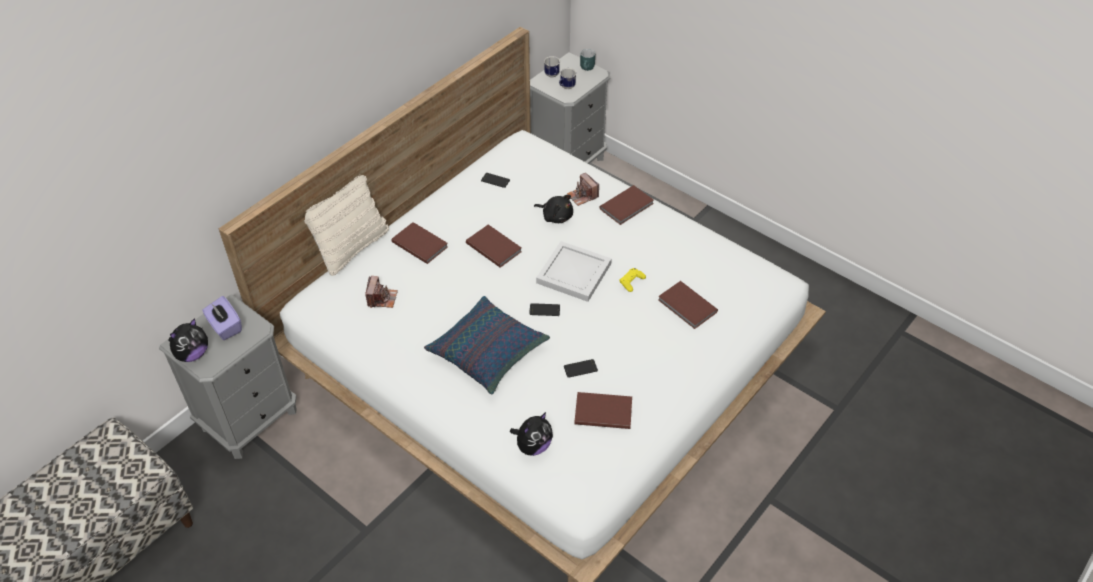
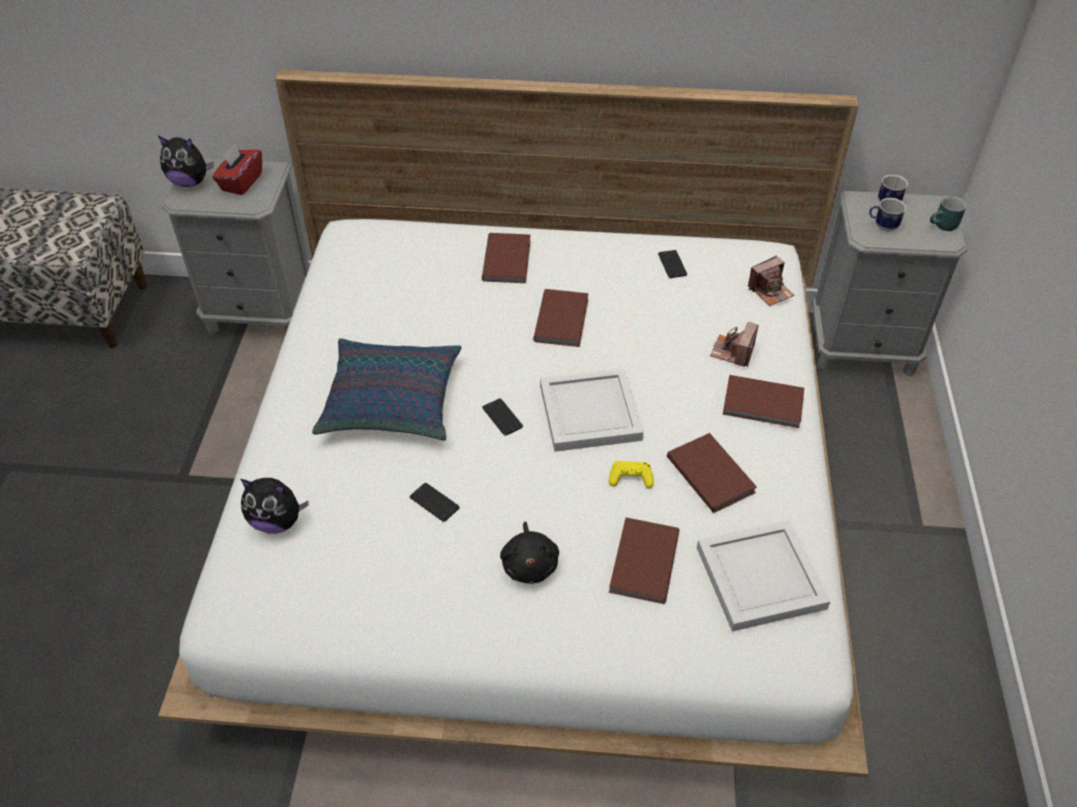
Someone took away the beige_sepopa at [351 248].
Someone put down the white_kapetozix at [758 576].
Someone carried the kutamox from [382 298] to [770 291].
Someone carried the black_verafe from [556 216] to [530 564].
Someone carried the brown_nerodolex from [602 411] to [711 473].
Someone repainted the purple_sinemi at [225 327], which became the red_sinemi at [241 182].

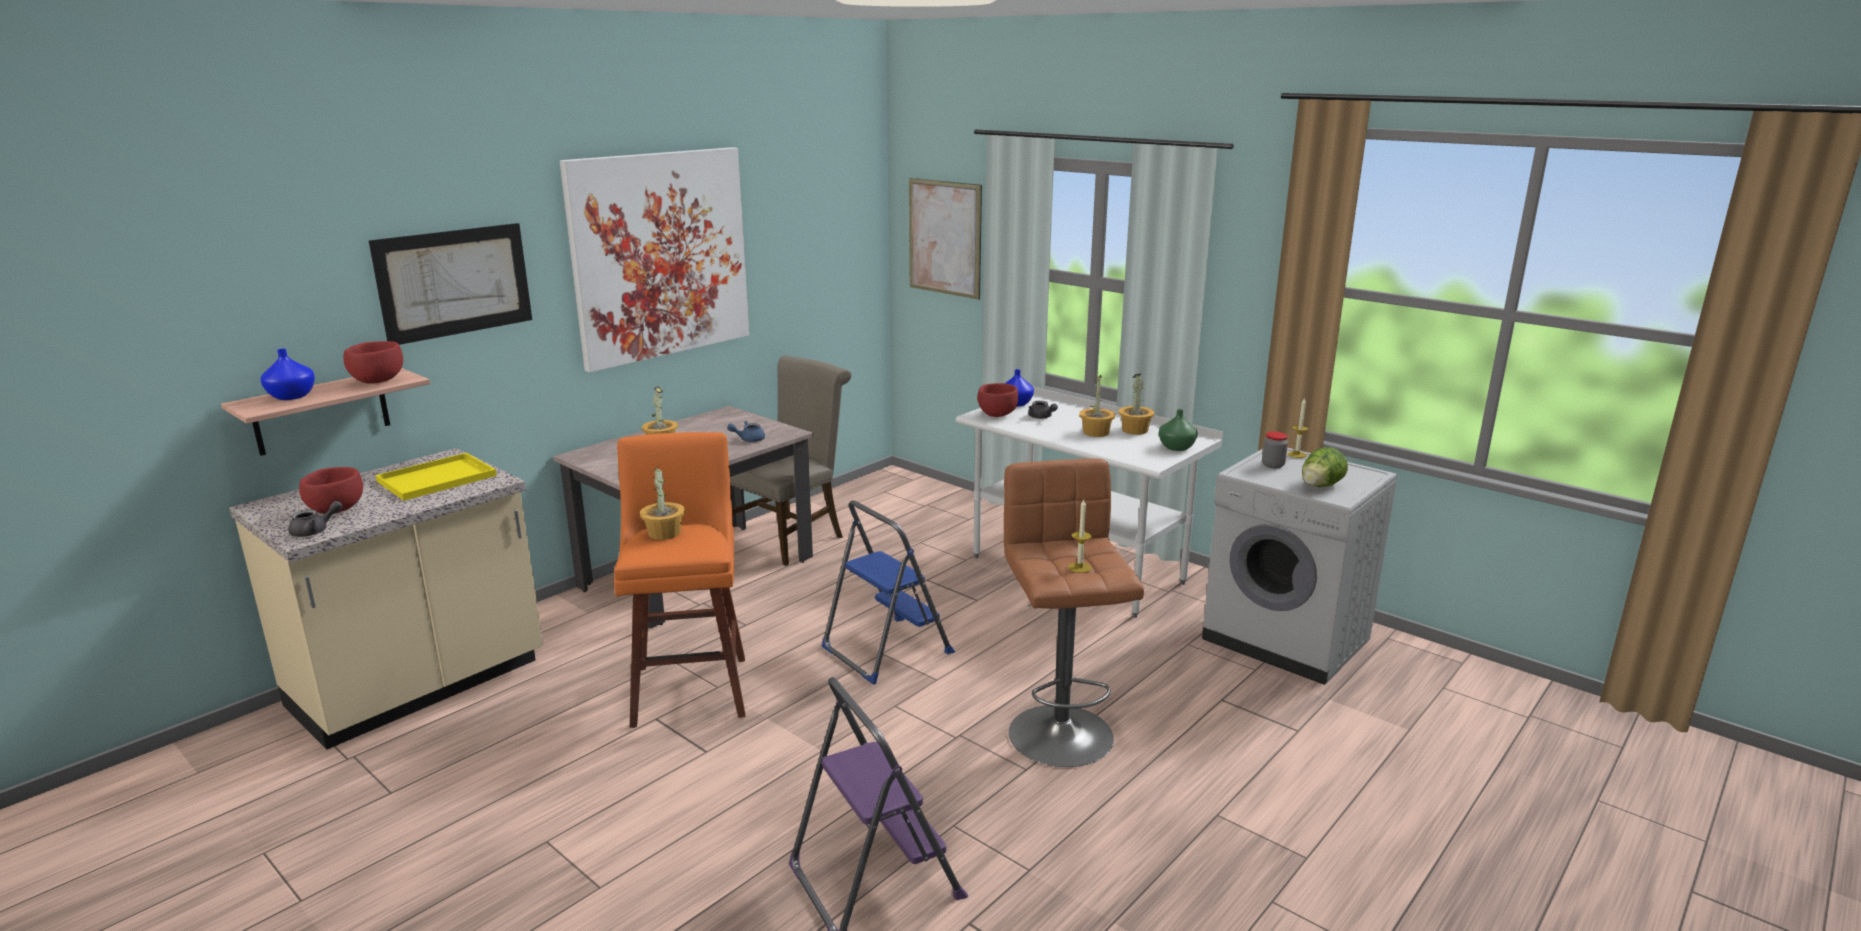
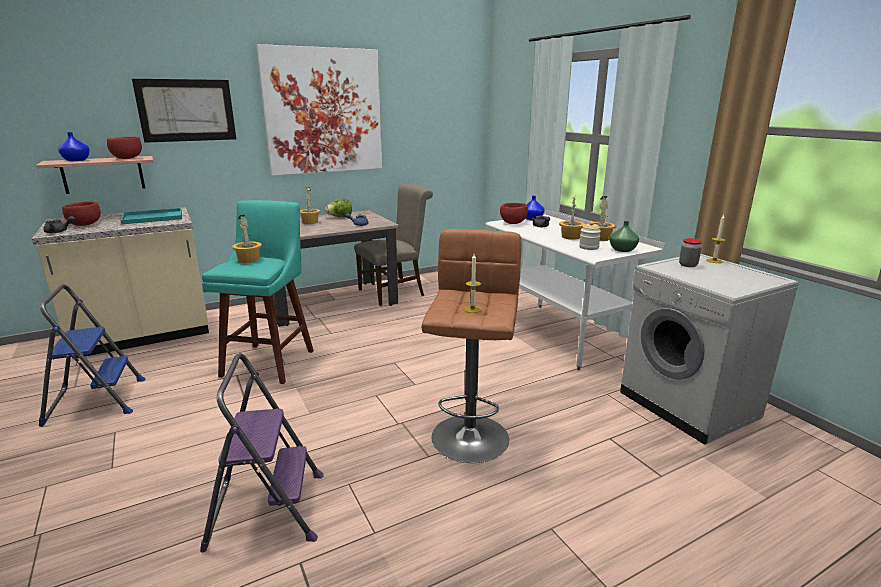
Someone took away the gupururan at [944 238].
Someone put down the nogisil at [589 247].
Someone carried the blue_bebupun from [882 650] to [91 401].
Someone carried the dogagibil from [1320 487] to [340 217].
Someone repainted the yellow_kapetozix at [438 478], which became the turquoise_kapetozix at [154 217].
Someone repainted the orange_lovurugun at [691 689], which became the turquoise_lovurugun at [270 362].

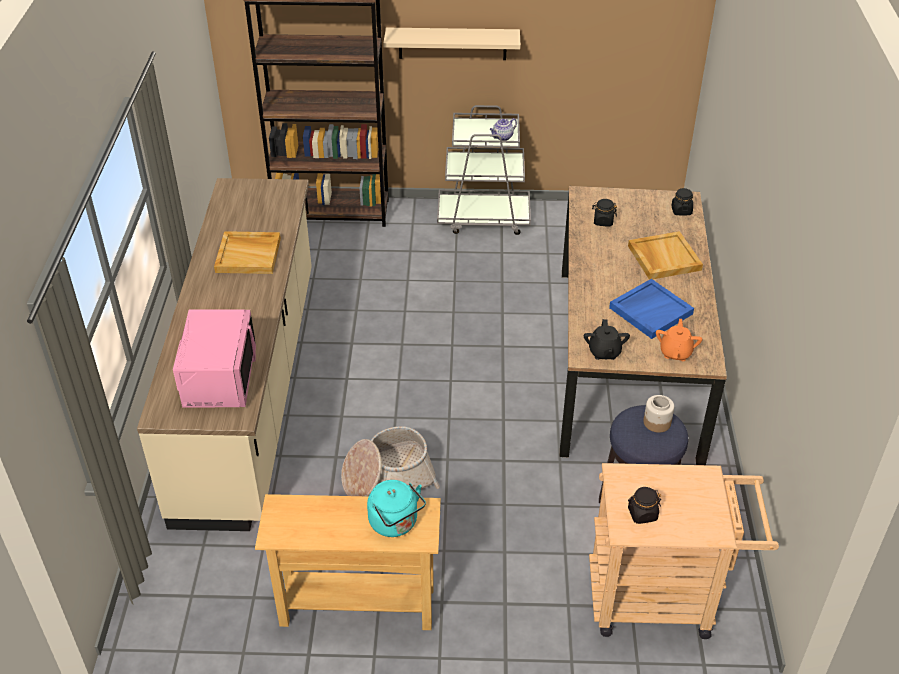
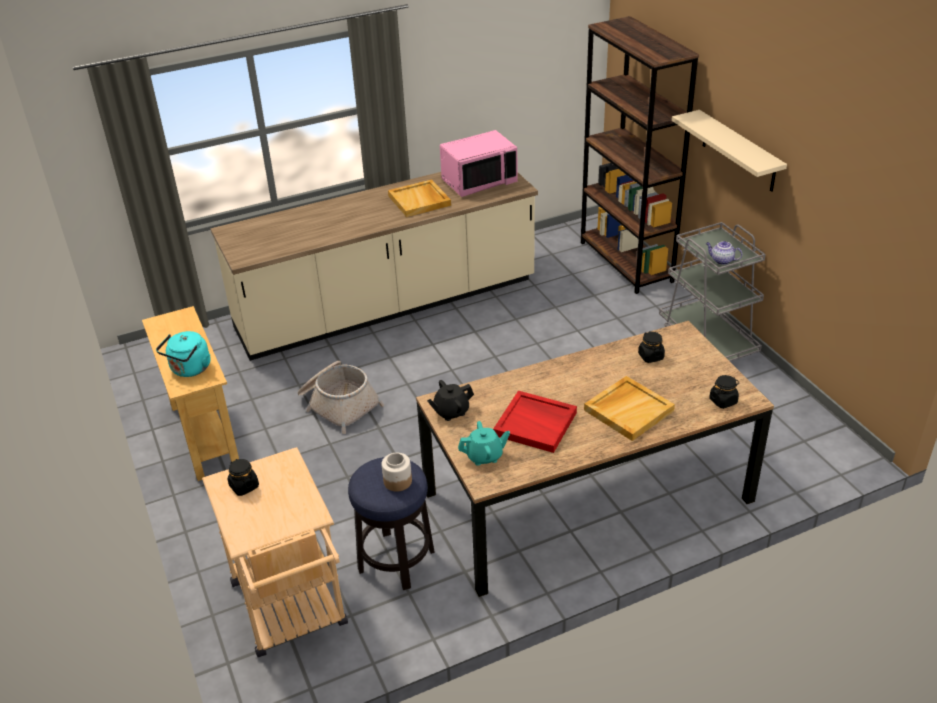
Someone carried the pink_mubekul from [218 378] to [479 181].
Someone repainted the blue_kapetozix at [650 310], which became the red_kapetozix at [536 423].
Someone repainted the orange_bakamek at [675 352], which became the turquoise_bakamek at [484 456].

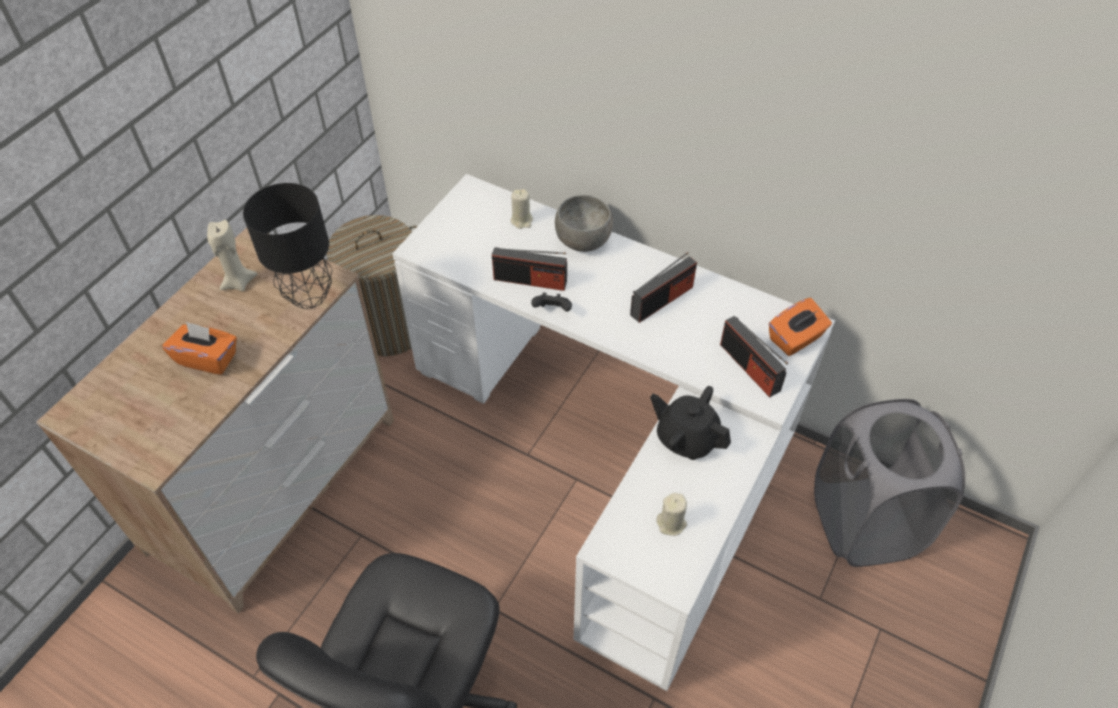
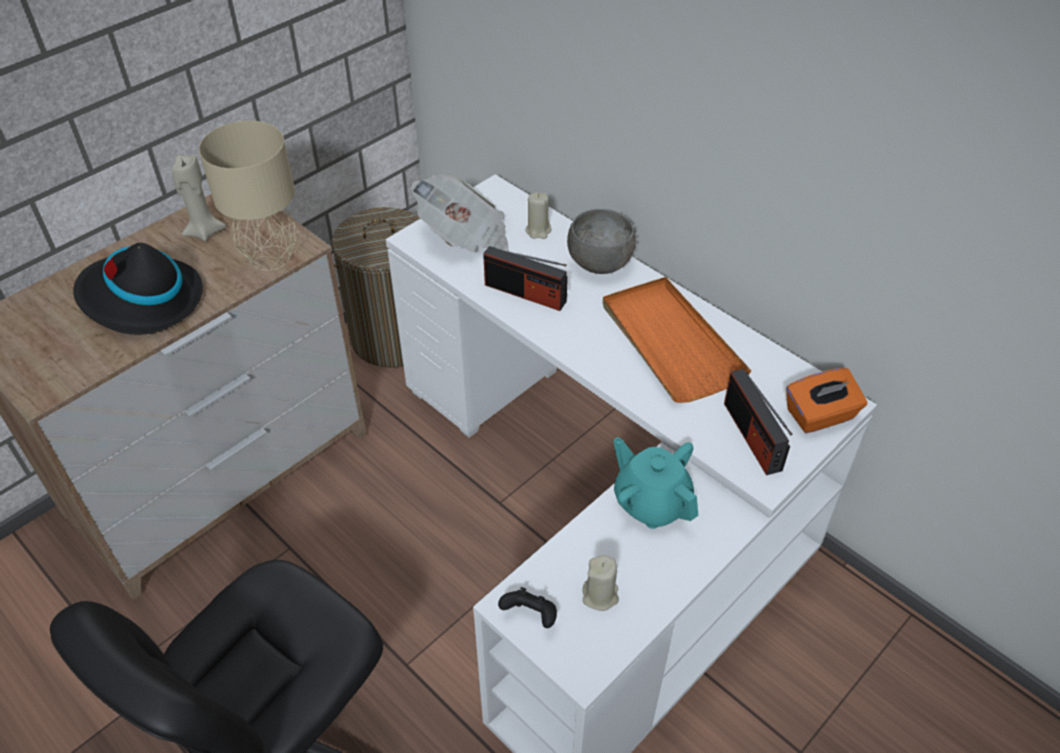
Someone took away the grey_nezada at [863 522].
Someone put down the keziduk at [465 236].
Someone carried the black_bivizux from [552 310] to [530 616].
Someone swapped the orange_sinemi at [208 358] for the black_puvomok at [141 300].
Someone swapped the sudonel at [662 300] for the orange_kapetozix at [670 342].
Someone repainted the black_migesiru at [310 295], which became the beige_migesiru at [272 257].
Someone repainted the black_bakamek at [686 438], which became the turquoise_bakamek at [651 502].

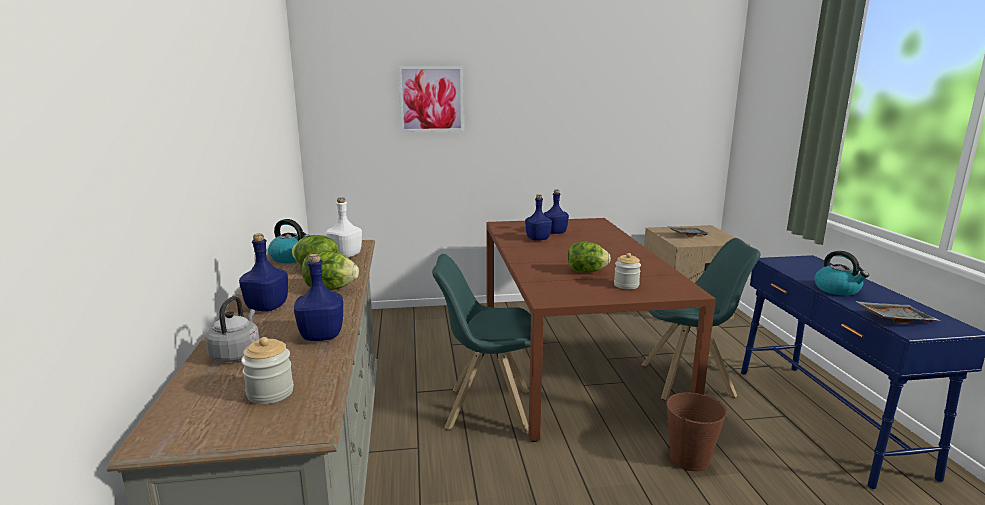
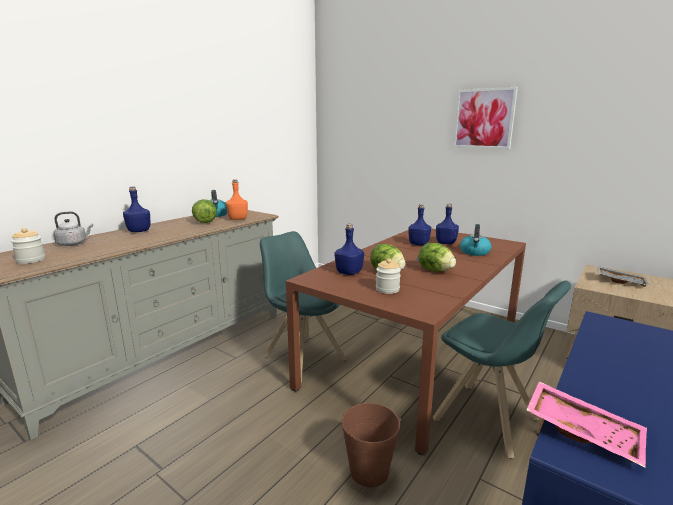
Someone carried the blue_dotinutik from [321 335] to [349 272].
Someone carried the dogagibil from [330 289] to [435 270].
Someone carried the gupururan from [431 99] to [484 119].
Someone carried the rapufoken from [837 290] to [475 252].
Someone repainted the white_dotinutik at [345 255], which became the orange_dotinutik at [237 219].
Someone repainted the grey_kapetozix at [893 319], which became the pink_kapetozix at [583 430].

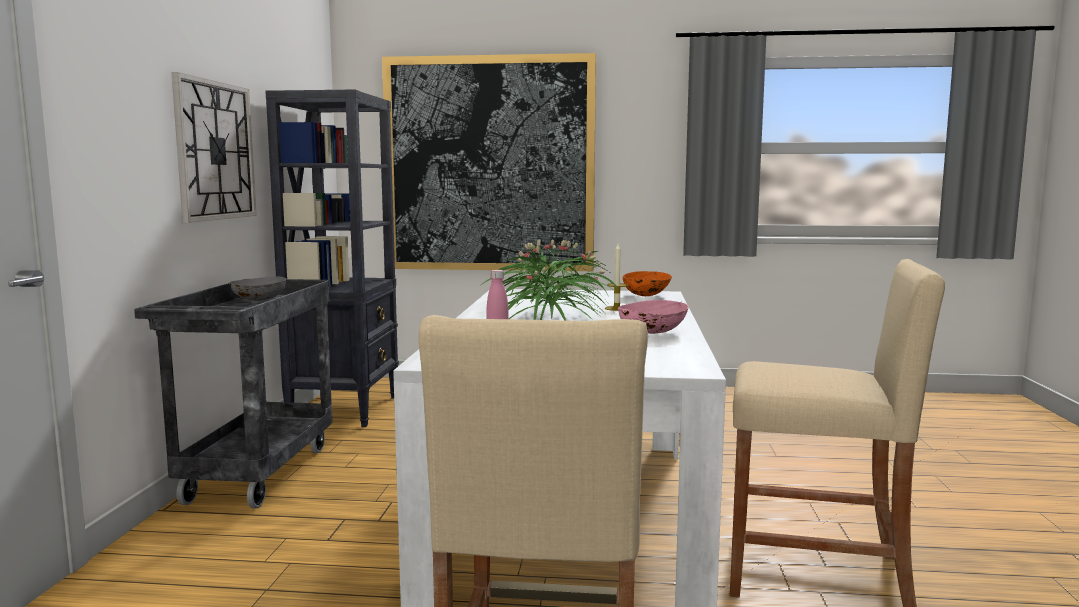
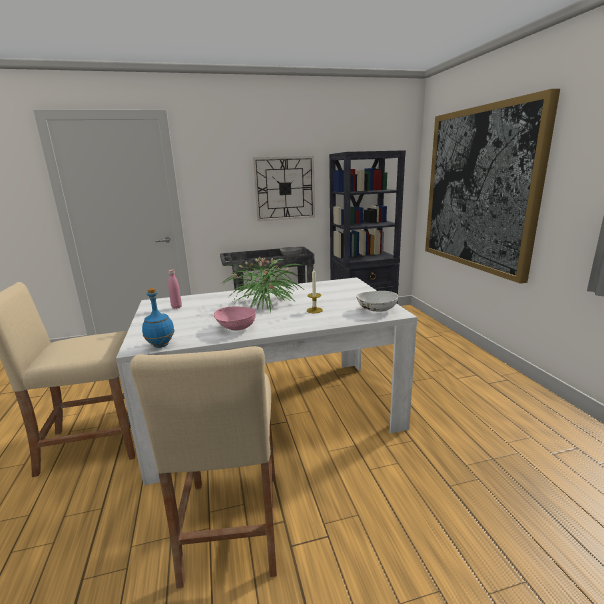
Someone put down the blue_dotinutik at [161 345].
Someone repainted the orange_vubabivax at [646 296], which became the white_vubabivax at [376 310].

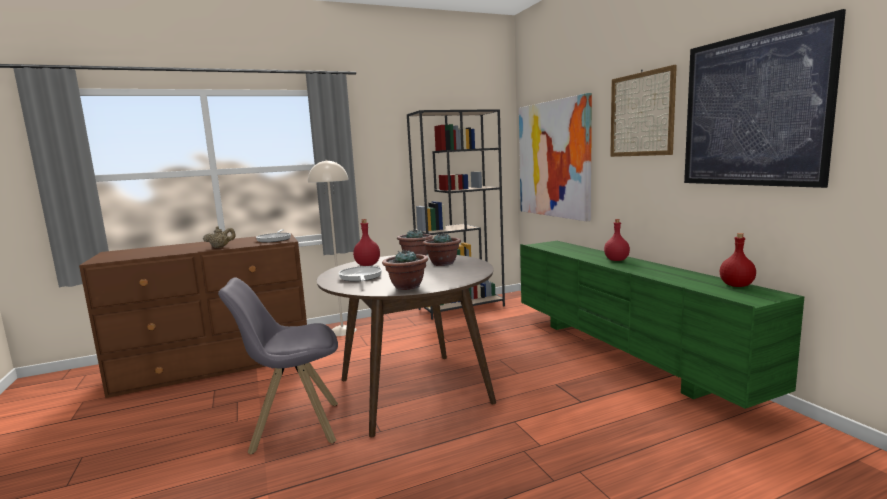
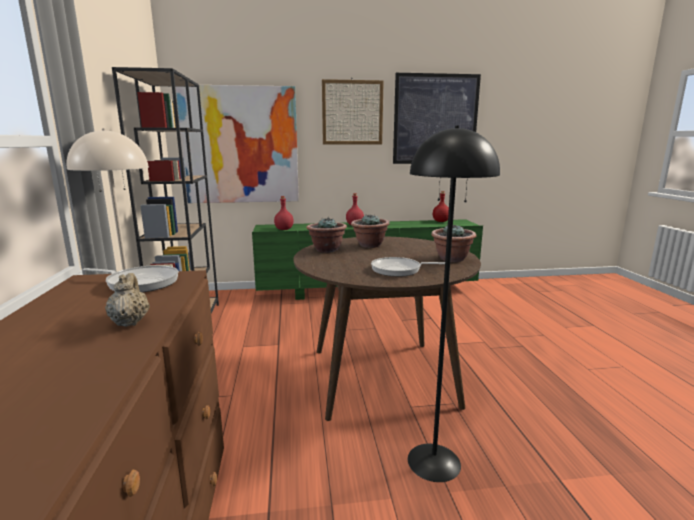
Someone carried the red_dotinutik from [368 265] to [284 229].
Someone swapped the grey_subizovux at [295 427] for the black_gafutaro at [433 462].

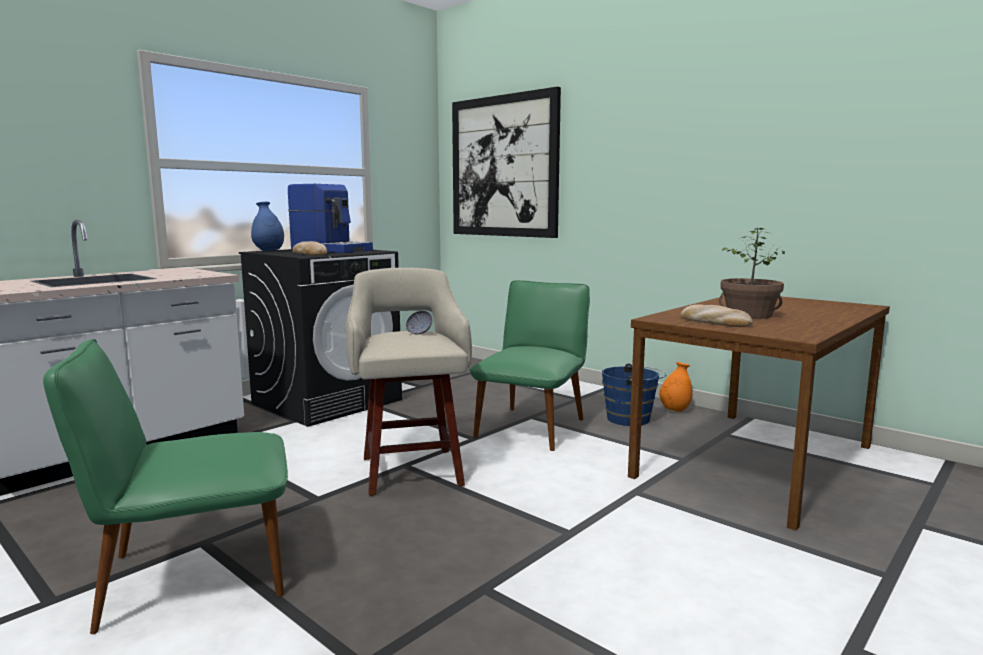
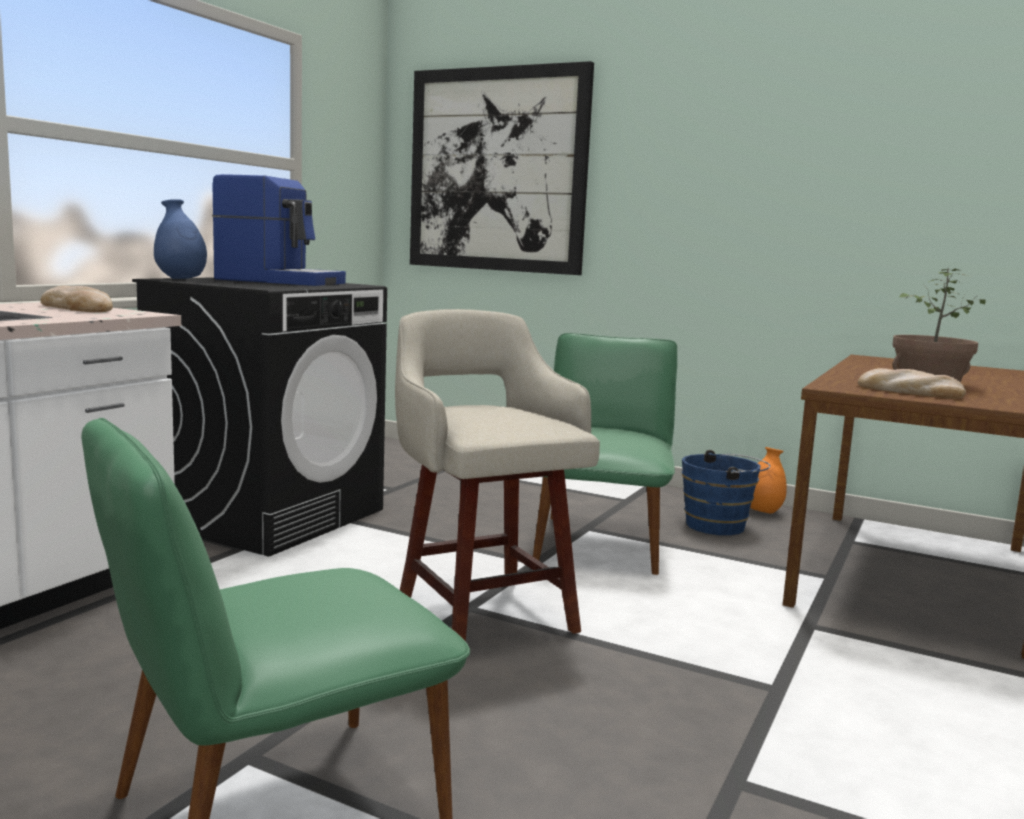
Someone took away the vubabivax at [419 333].
Someone carried the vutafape from [310 253] to [78 308].

